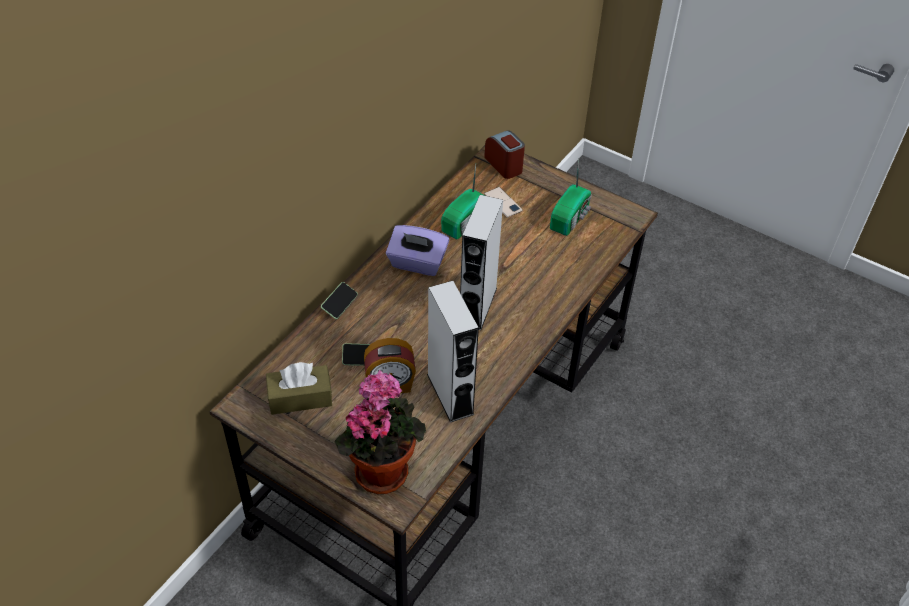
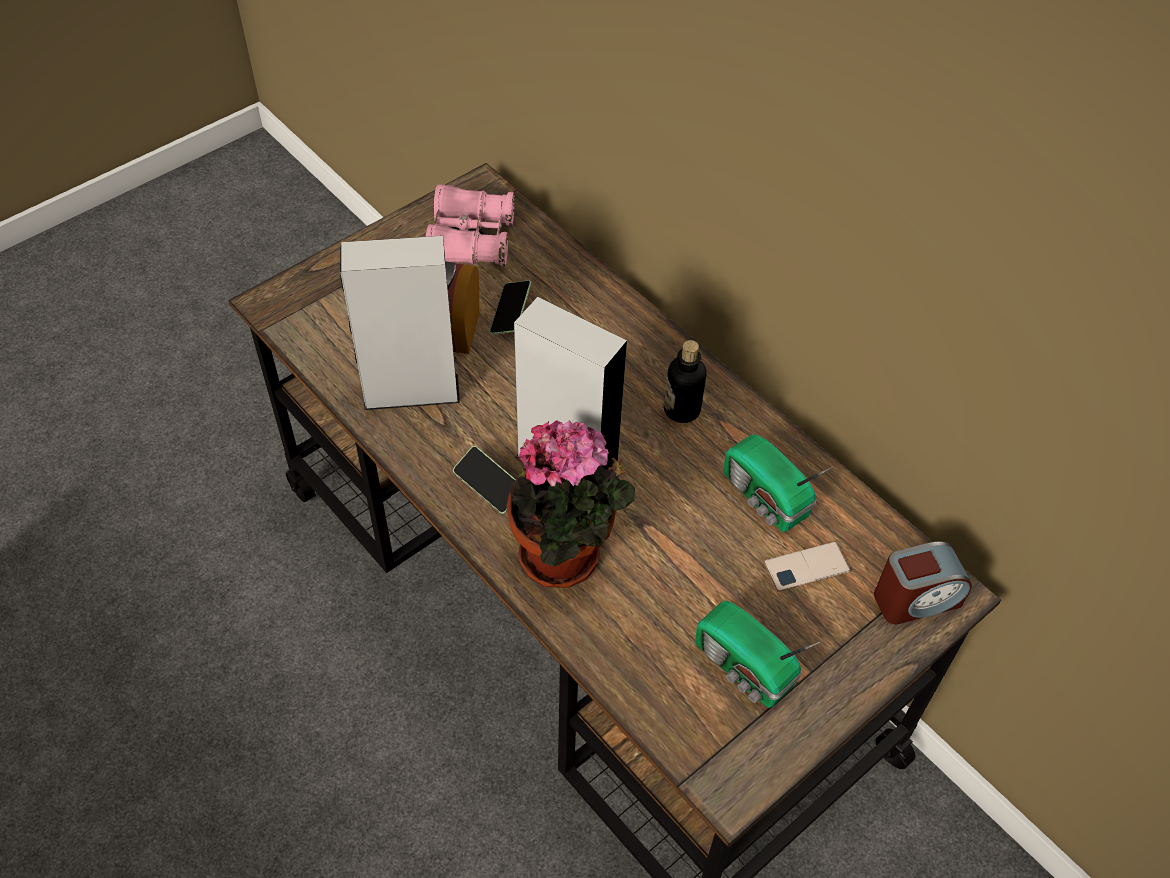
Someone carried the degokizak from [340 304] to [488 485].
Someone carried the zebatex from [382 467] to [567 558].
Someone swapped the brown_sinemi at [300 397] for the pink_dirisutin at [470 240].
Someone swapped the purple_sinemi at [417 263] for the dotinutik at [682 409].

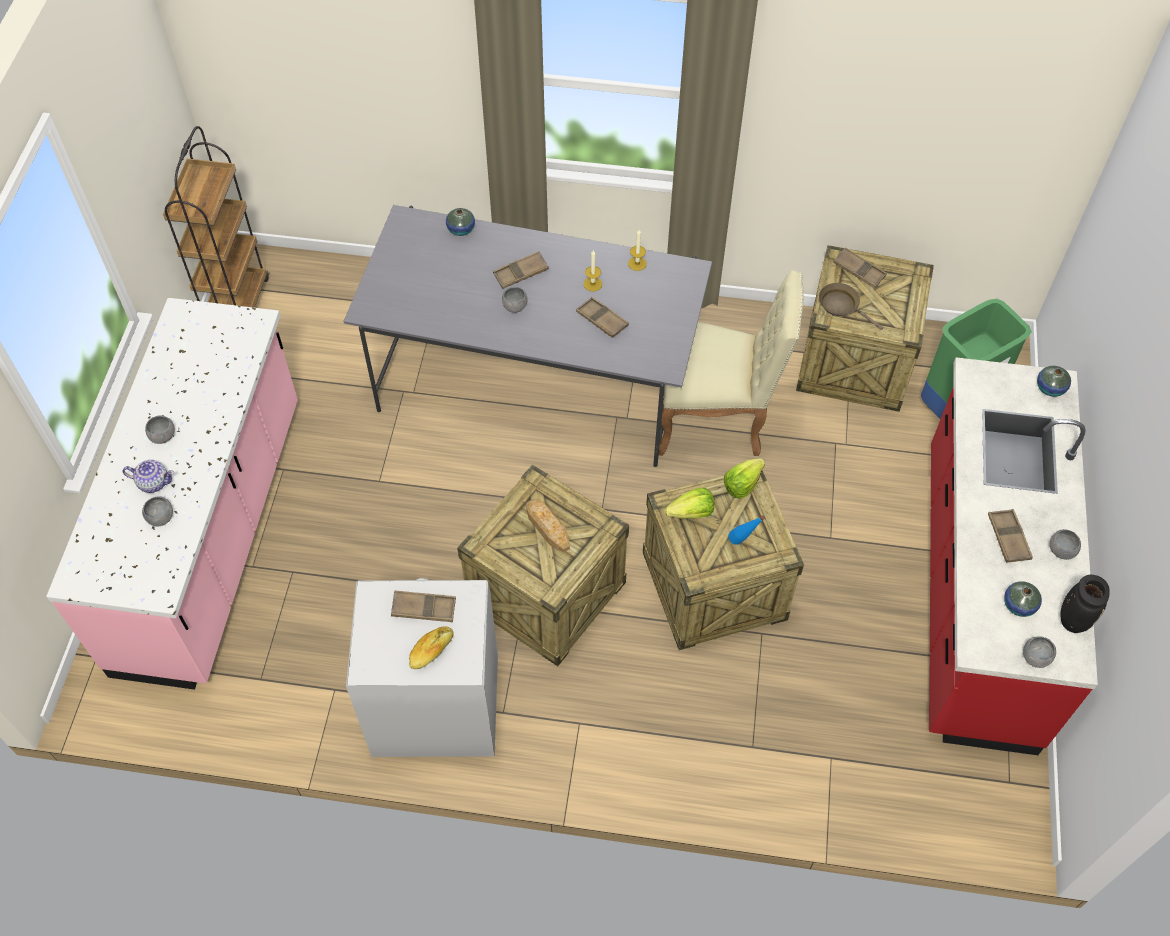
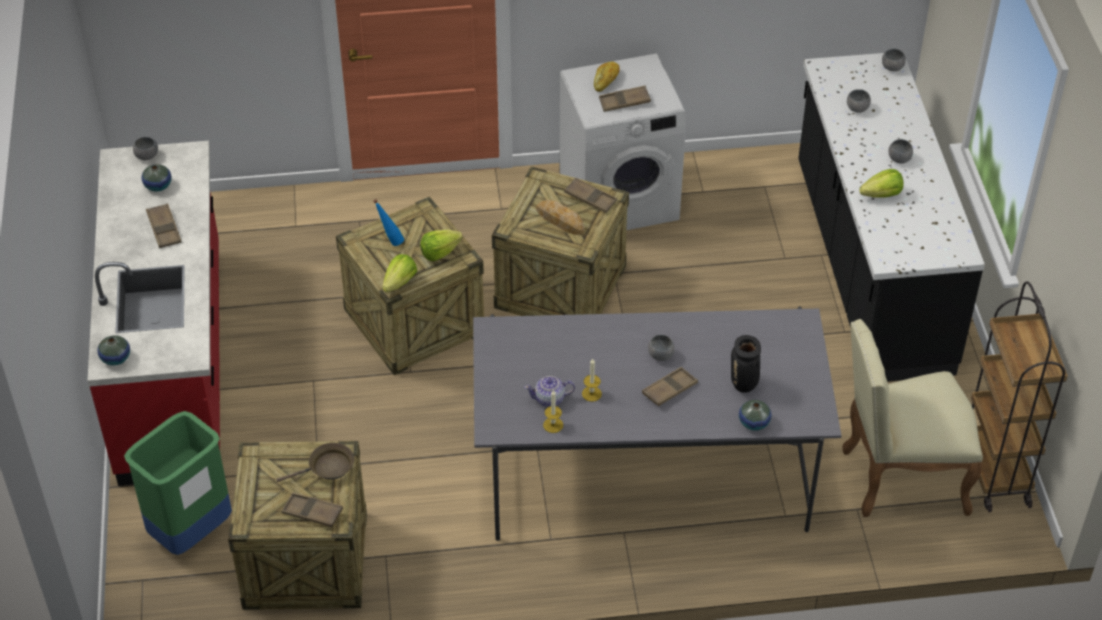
Someone put down the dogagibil at [882 195].
Someone carried the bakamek from [153 482] to [550 399].
Someone carried the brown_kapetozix from [602 320] to [590 198].
Someone carried the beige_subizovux from [715 418] to [900 477].
Someone carried the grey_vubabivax from [1061 550] to [892 67].
Someone carried the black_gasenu from [1072 619] to [744 385].
Someone repainted the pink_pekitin at [213 536], which became the black_pekitin at [870 268].
Someone rotated the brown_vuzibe at [841 306] by 45 degrees counterclockwise.

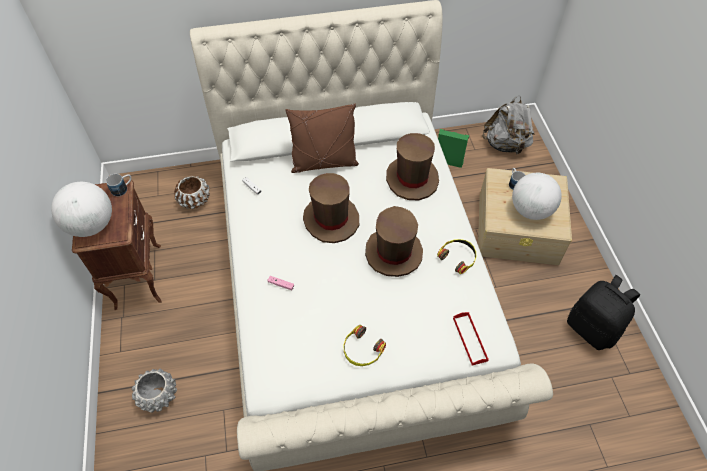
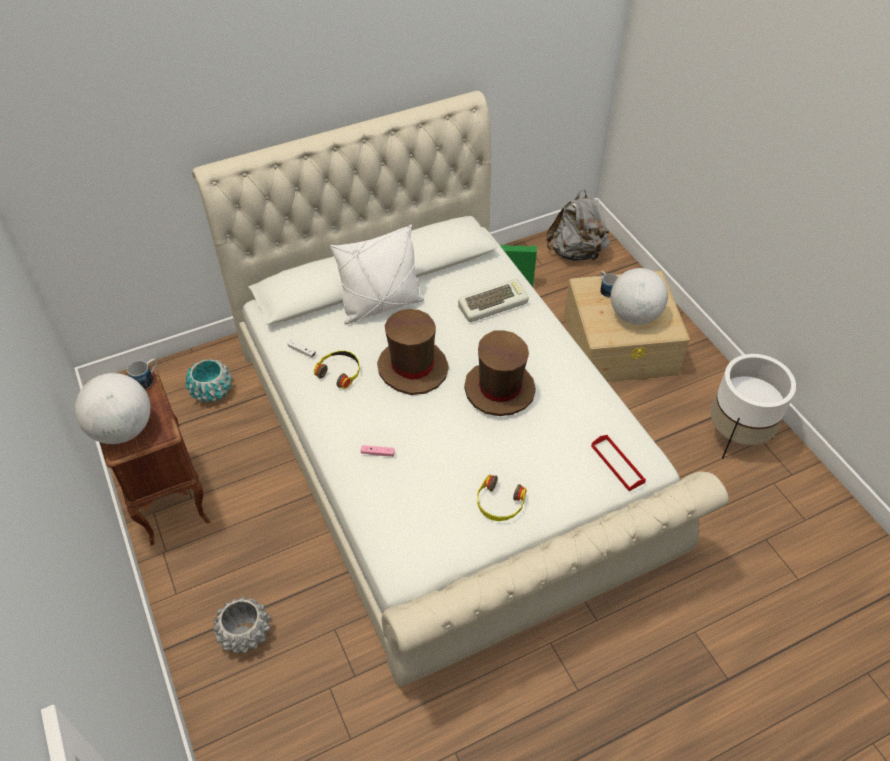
Someone carried the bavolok from [458 257] to [340 372].
Someone swapped the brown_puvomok at [412 179] for the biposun at [493 303].
Someone swapped the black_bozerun at [592 328] for the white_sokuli at [737 436].
Someone repainted the brown_sokuli at [194 200], which became the turquoise_sokuli at [212 391].
Someone repainted the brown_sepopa at [324 163], which became the white_sepopa at [381 306].

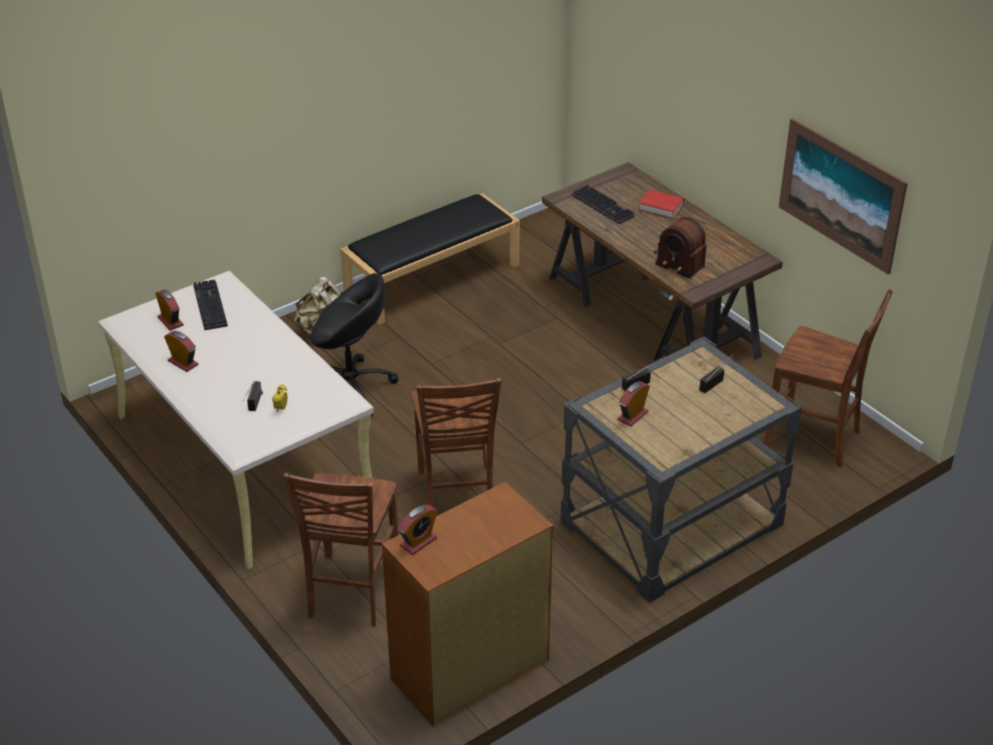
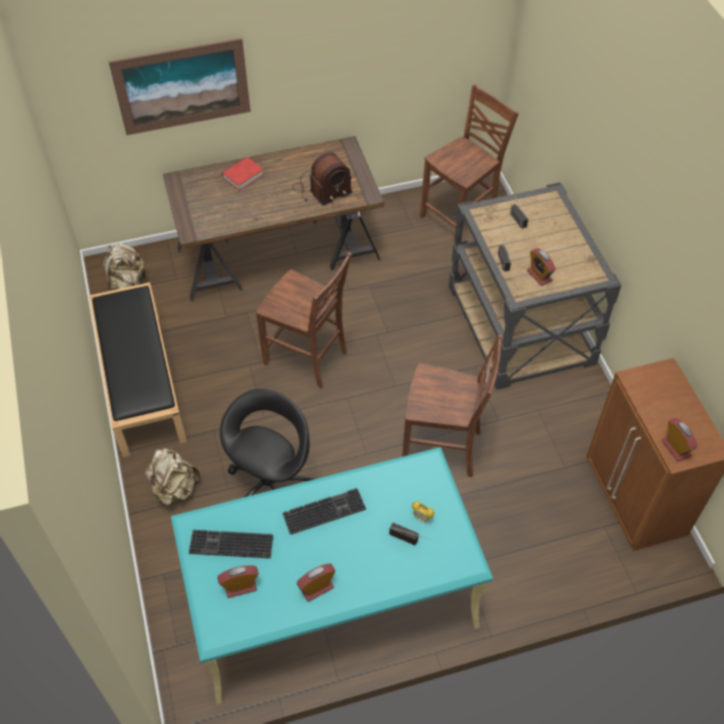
Someone put down the beige_bozerun at [127 286].
Someone carried the brown_subizovux from [351 592] to [307 358].
Someone carried the biposun from [604 206] to [325 510].
Someone carried the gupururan from [840 195] to [182 86].
Someone repainted the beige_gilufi at [243 459], which became the turquoise_gilufi at [330 600].

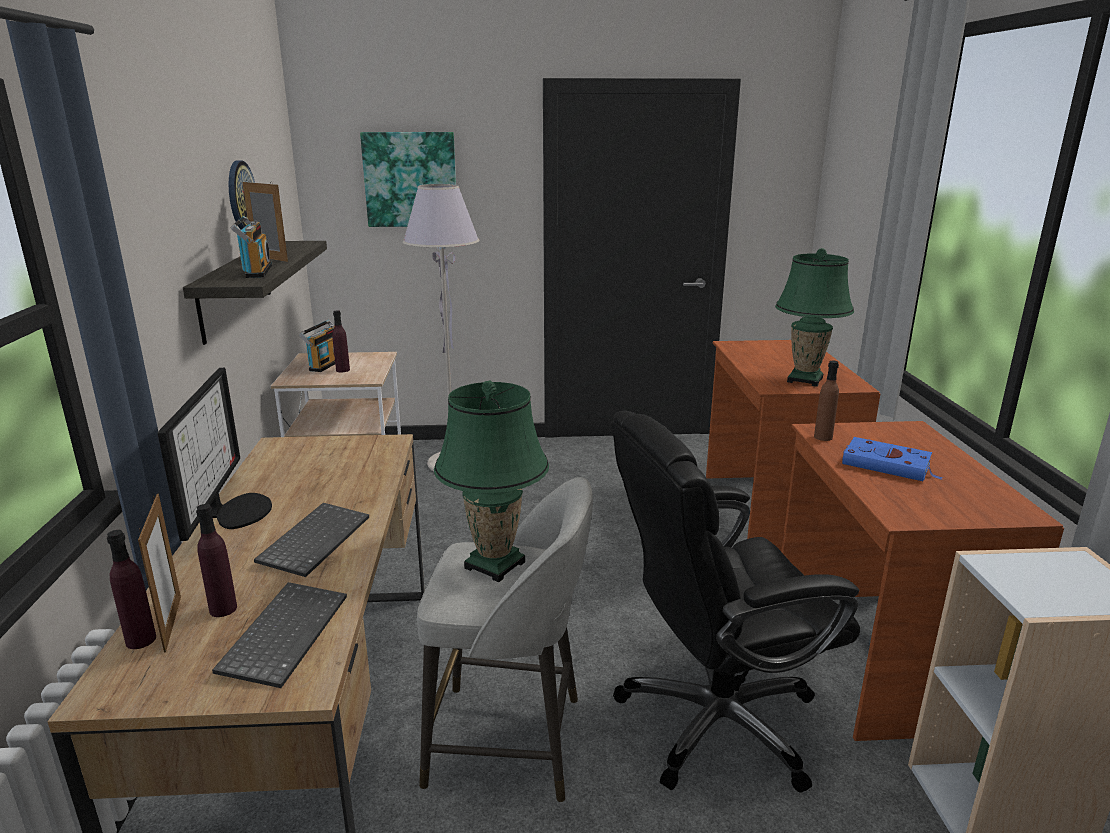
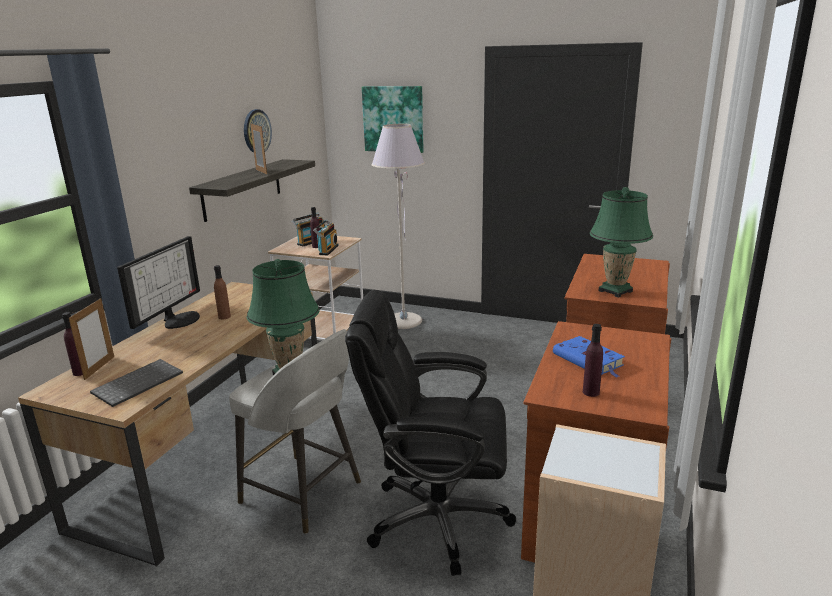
Someone took away the biposun at [314 540].
Someone carried the purple_dotinutik from [223 609] to [591 392].
Someone carried the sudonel from [255 271] to [327 250].
Someone carried the brown_dotinutik from [823 437] to [224 317].

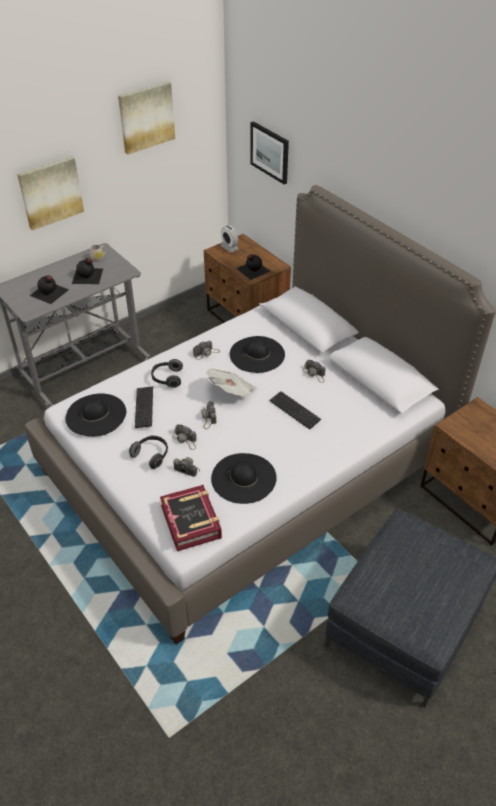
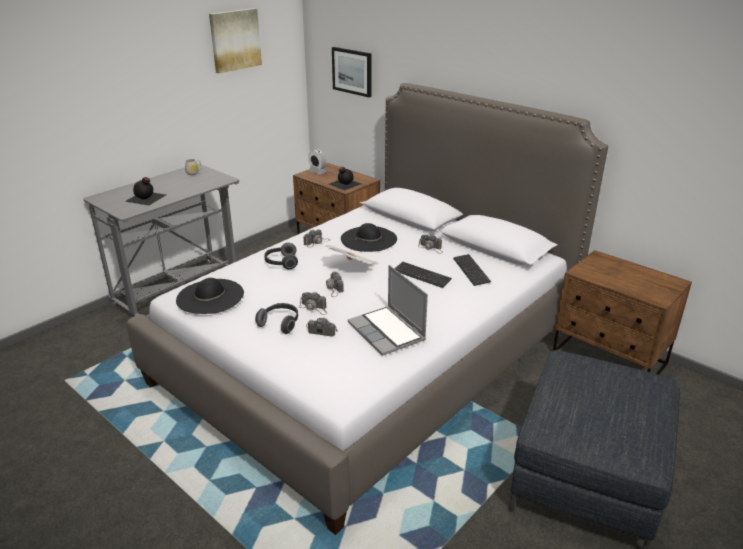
Someone took away the gupururan at [50 192].
Someone took away the black_dotinutik at [88 276].
Someone took away the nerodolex at [191 521].
Someone carried the biposun from [144 408] to [471 271].
Someone swapped the black_puvomok at [244 478] for the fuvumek at [387 332].

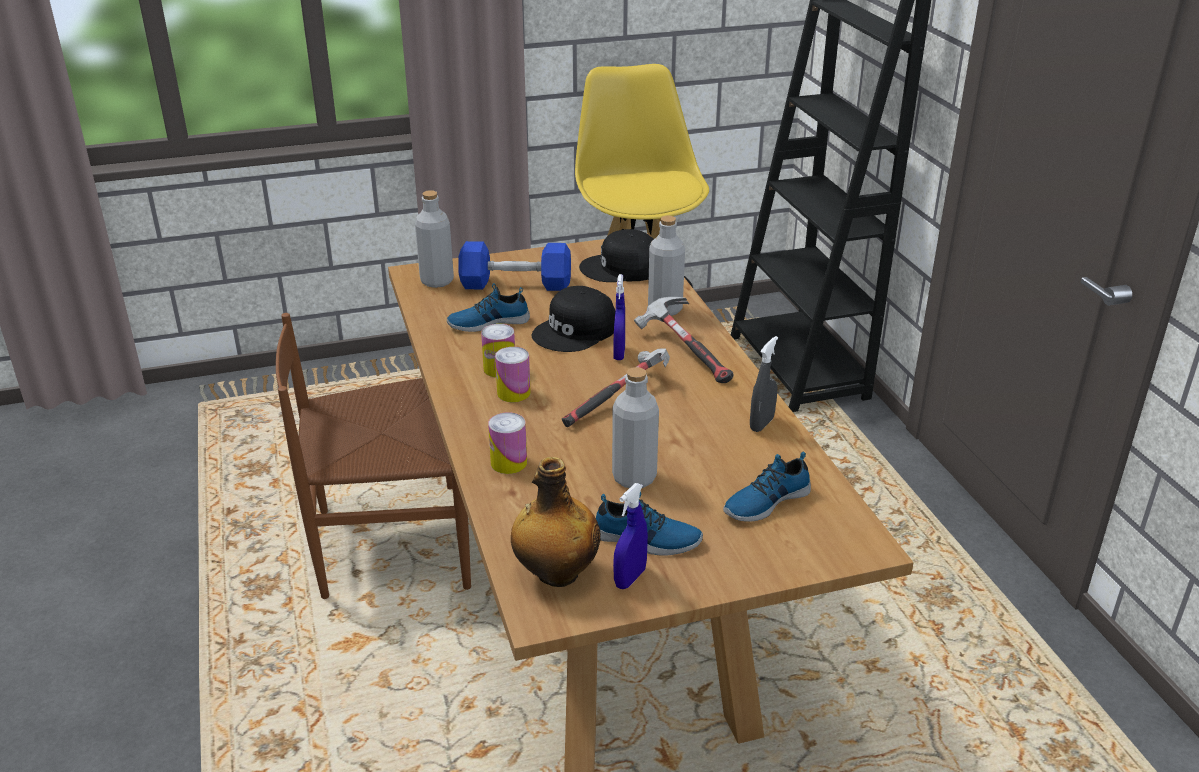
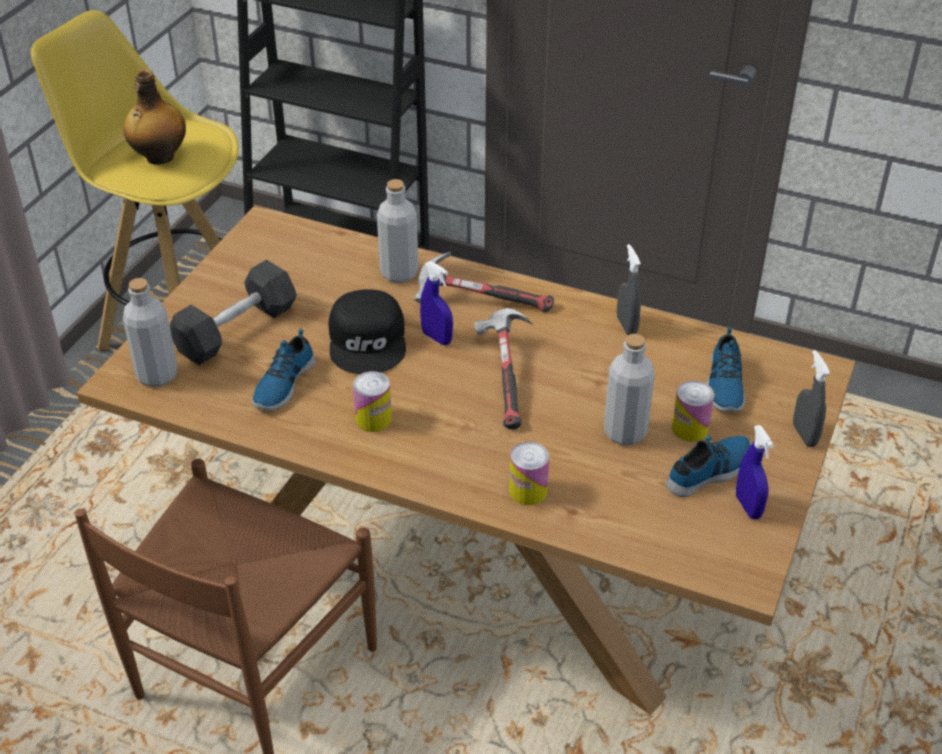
Someone took away the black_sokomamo at [621 268].
Someone put down the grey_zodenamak at [804 435].
Someone carried the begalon from [513 393] to [690 428].
Someone carried the dotinutik from [556 574] to [159 158].
Someone repainted the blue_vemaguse at [516 284], which became the grey_vemaguse at [236 330].

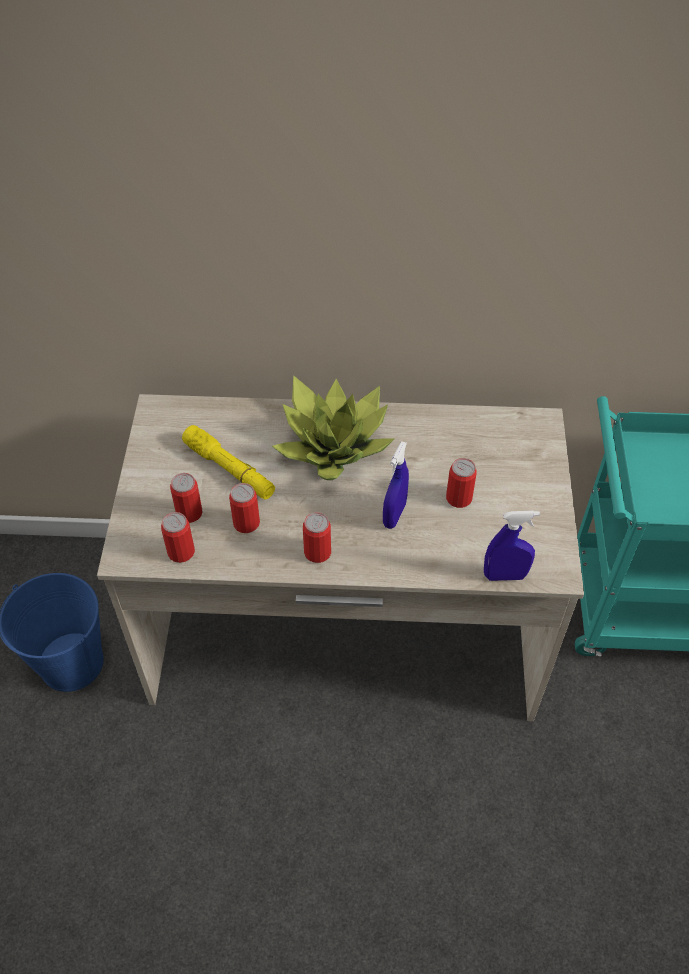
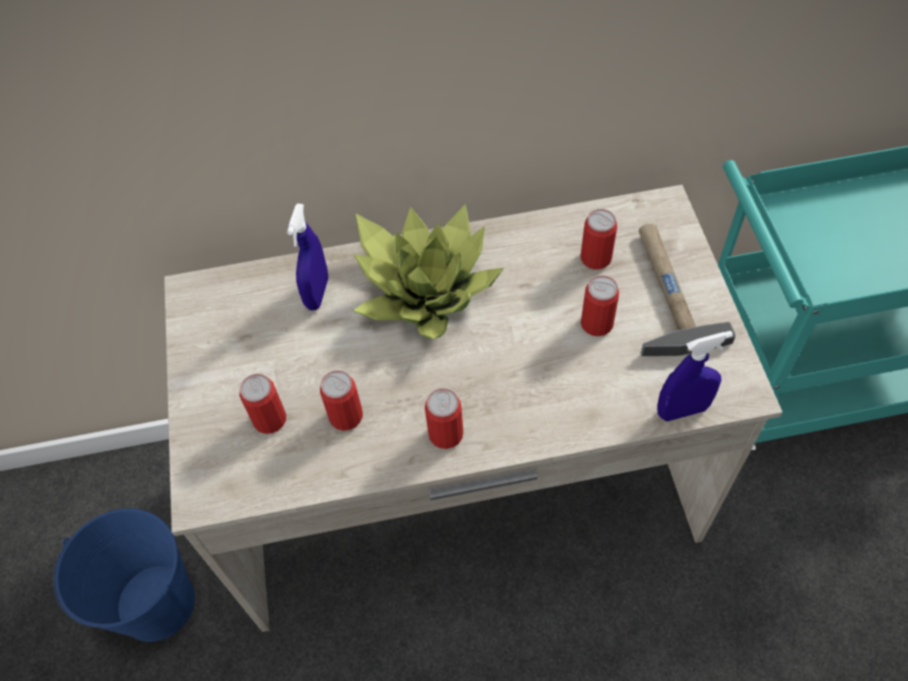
Someone took away the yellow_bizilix at [229 469].
Someone put down the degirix at [664 292].
Someone carried the begalon from [181 552] to [595 258].
Someone carried the blue_zodenamak from [394 515] to [317 293].

